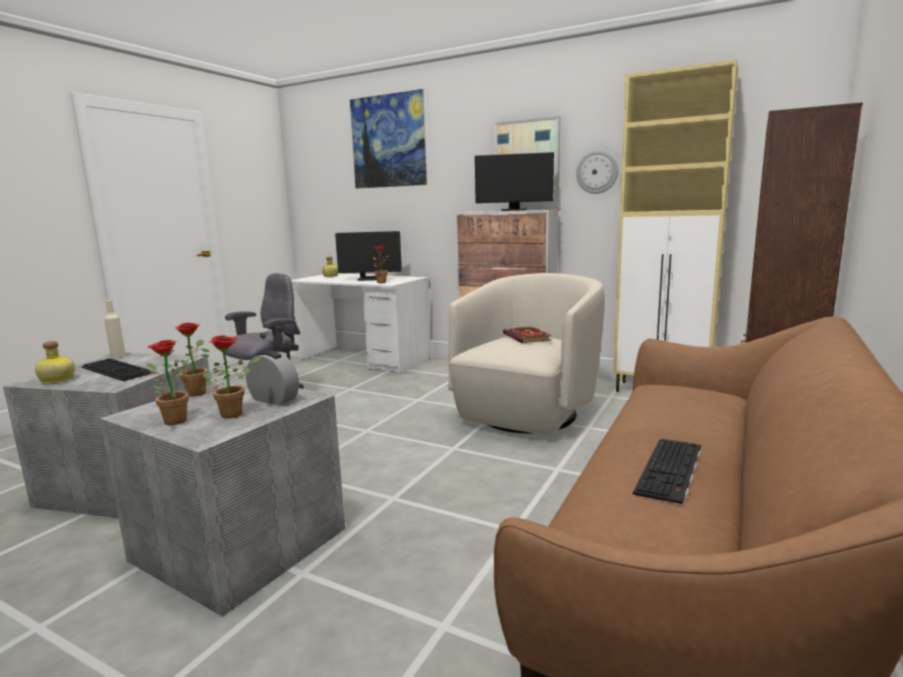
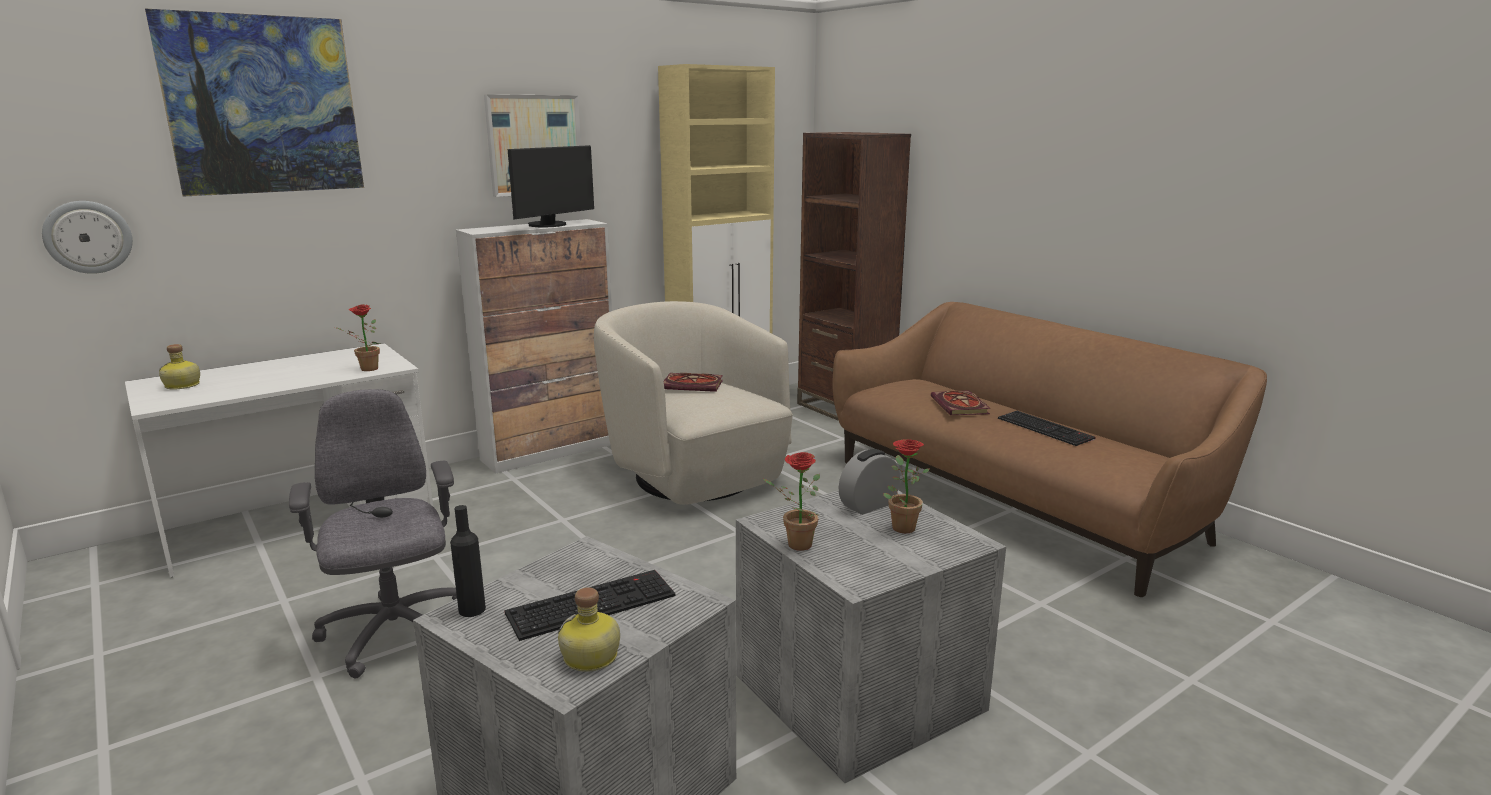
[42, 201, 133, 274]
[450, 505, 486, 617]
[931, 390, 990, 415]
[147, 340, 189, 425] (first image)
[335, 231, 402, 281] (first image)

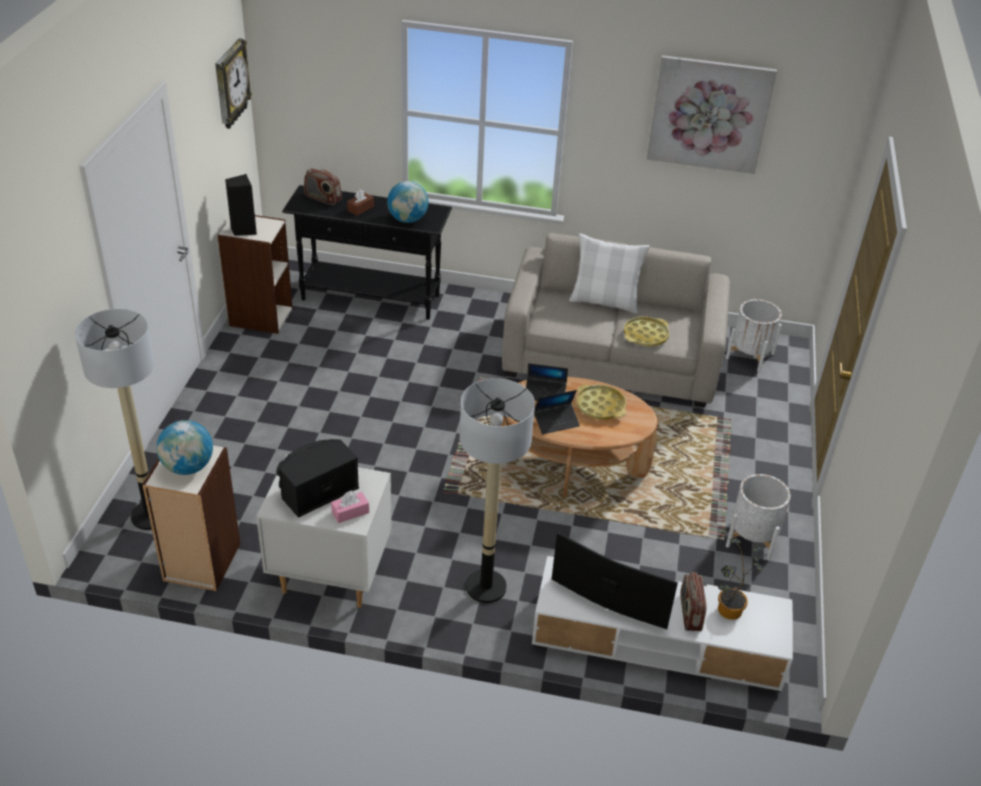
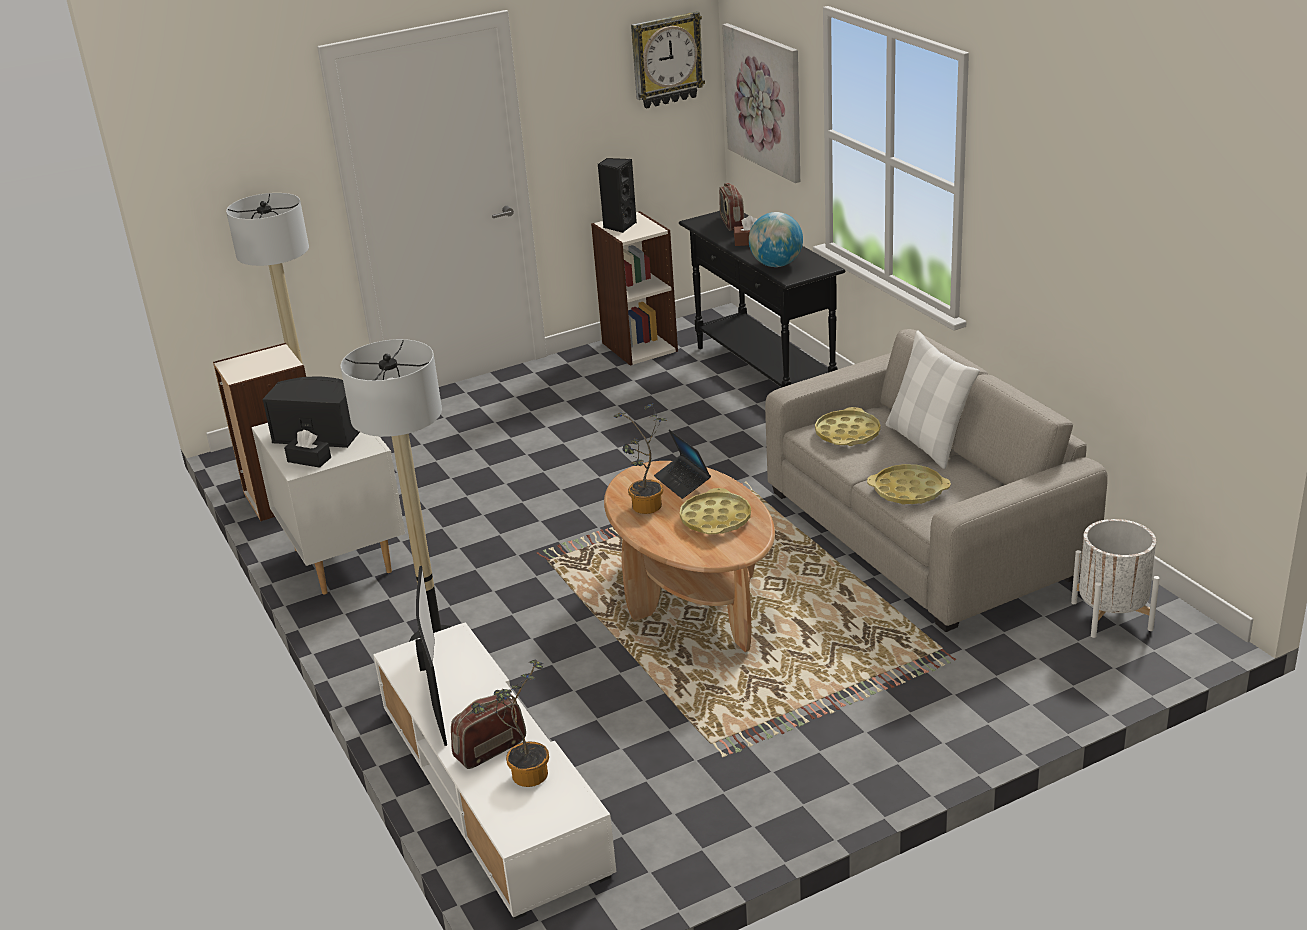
[284, 430, 331, 468]
[614, 403, 667, 514]
[722, 23, 800, 183]
[815, 407, 881, 446]
[157, 420, 213, 475] (first image)
[726, 474, 791, 560] (first image)

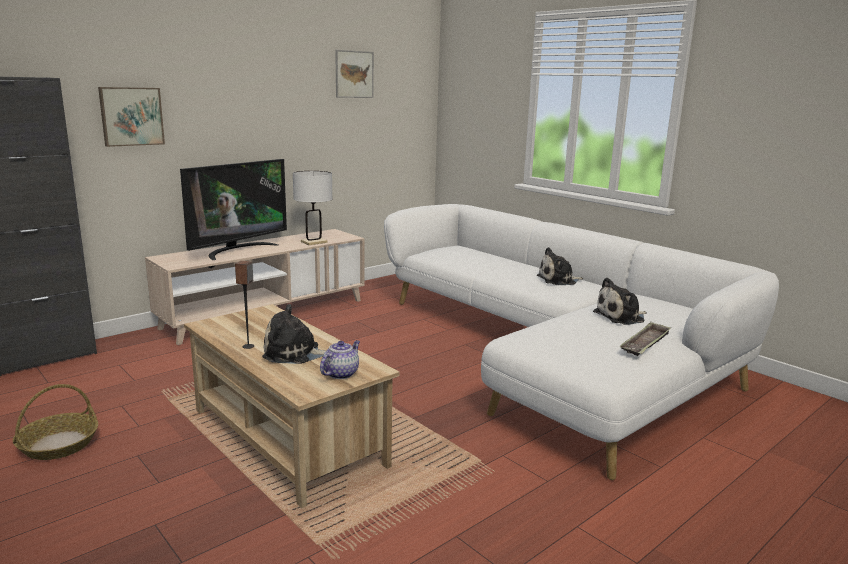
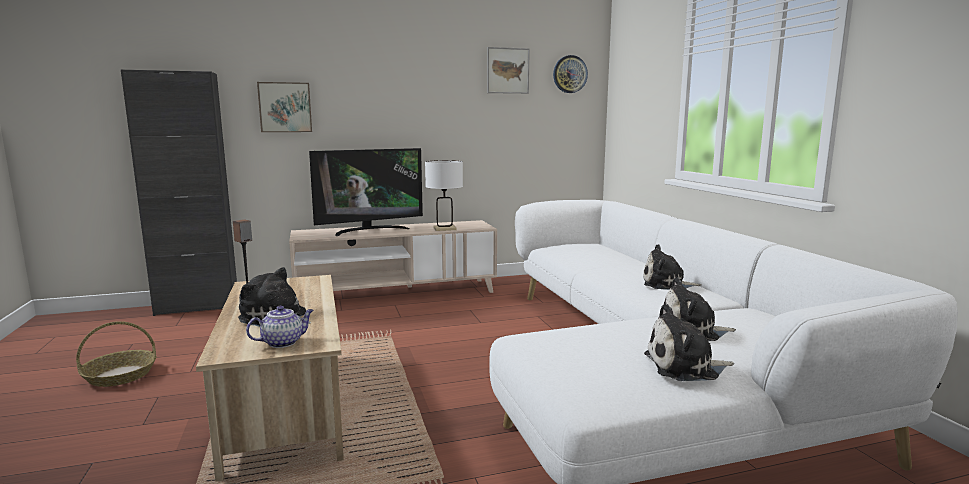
[553, 55, 588, 93]
[644, 304, 734, 381]

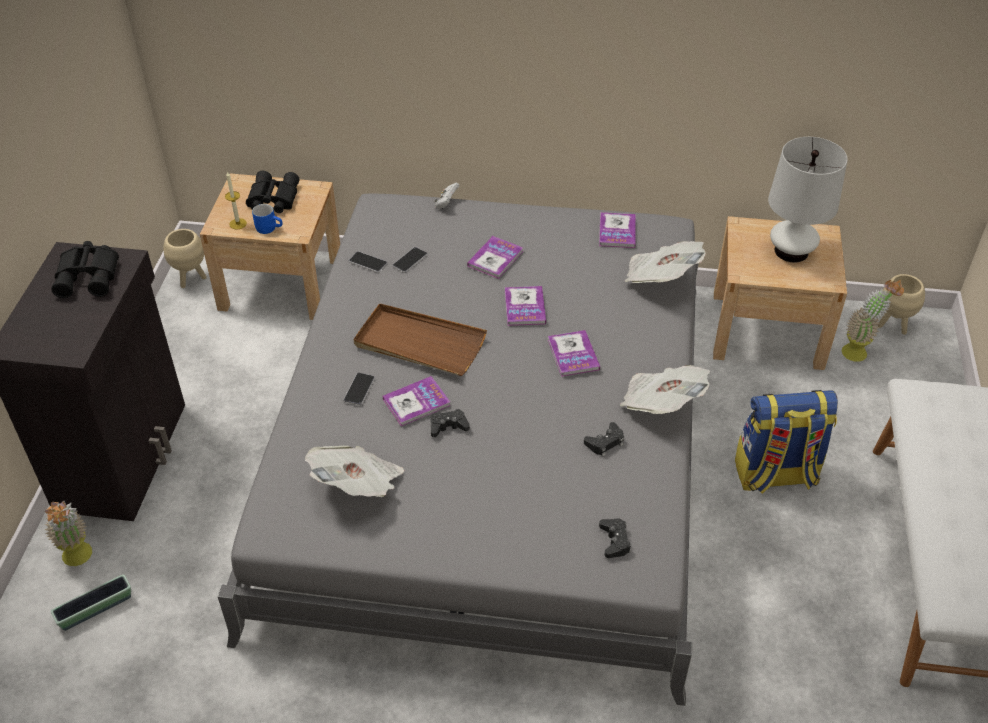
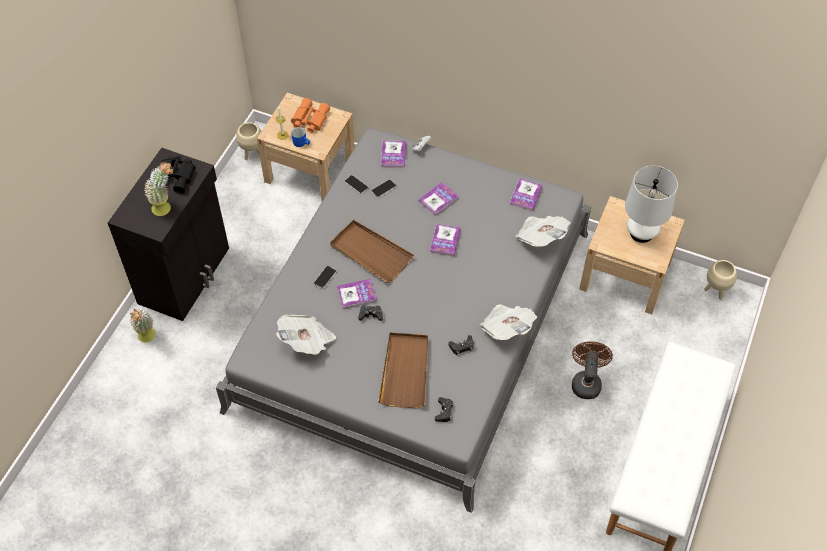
[144, 162, 173, 216]
[291, 98, 330, 133]
[378, 333, 428, 408]
[381, 140, 406, 167]
[572, 341, 613, 399]
[51, 574, 131, 631] (first image)

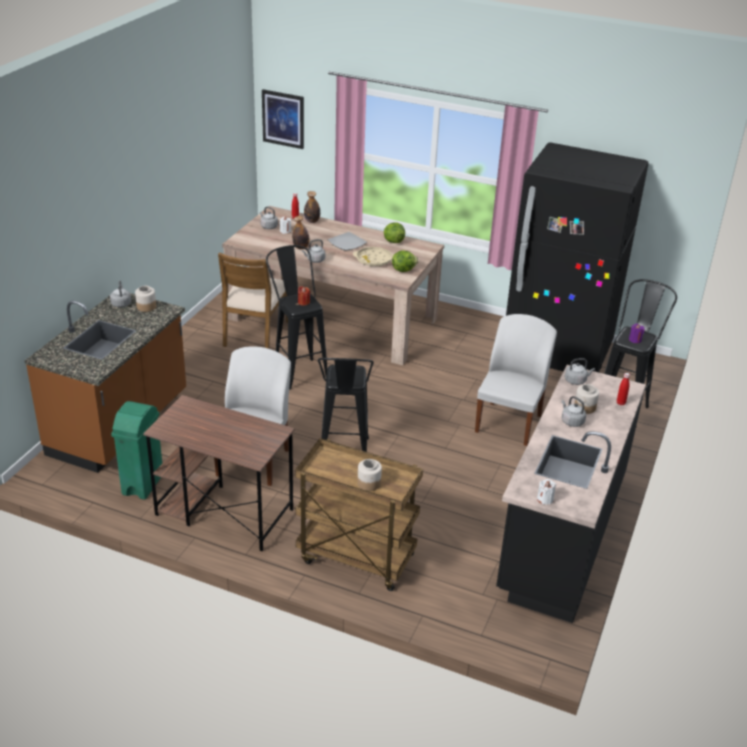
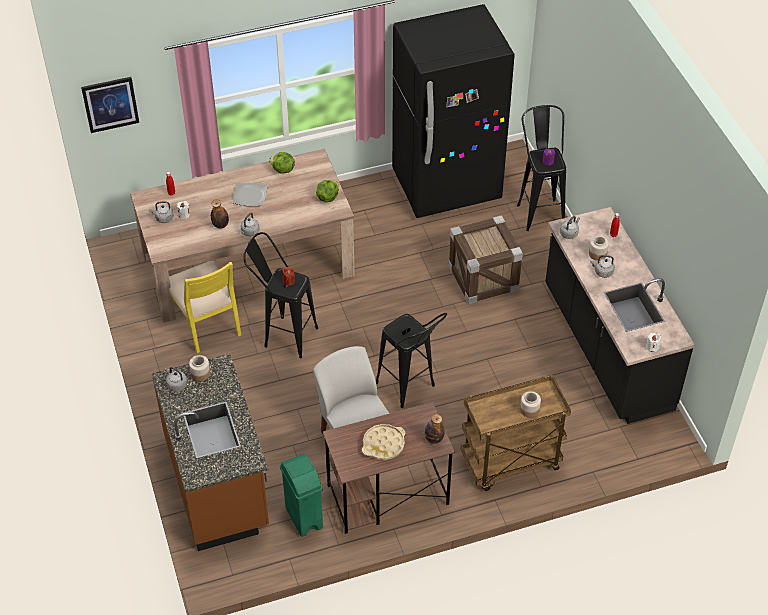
[169, 261, 241, 353]
[362, 424, 405, 460]
[425, 414, 445, 444]
[448, 215, 523, 304]

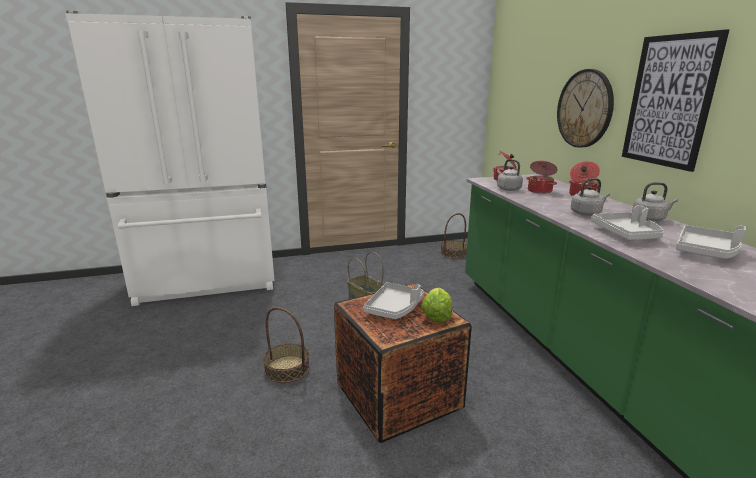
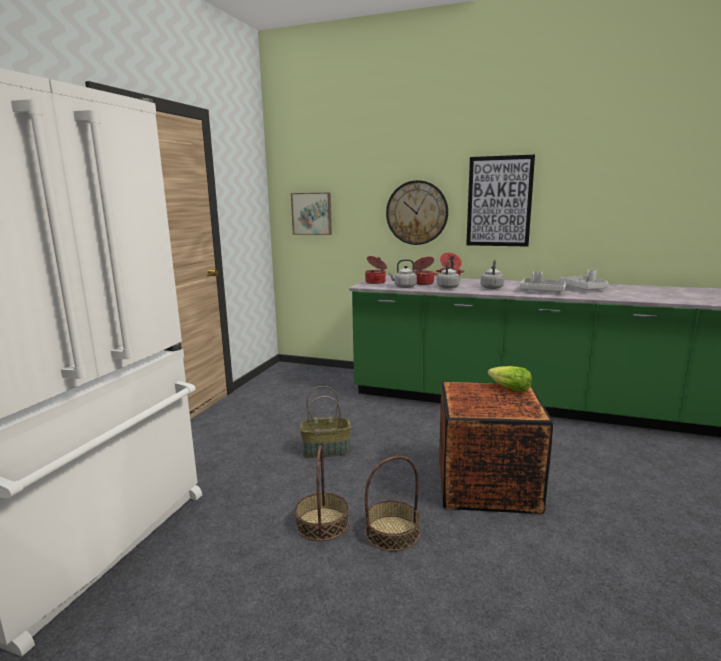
[291, 193, 332, 235]
[295, 446, 349, 541]
[437, 260, 460, 289]
[363, 282, 424, 319] (first image)

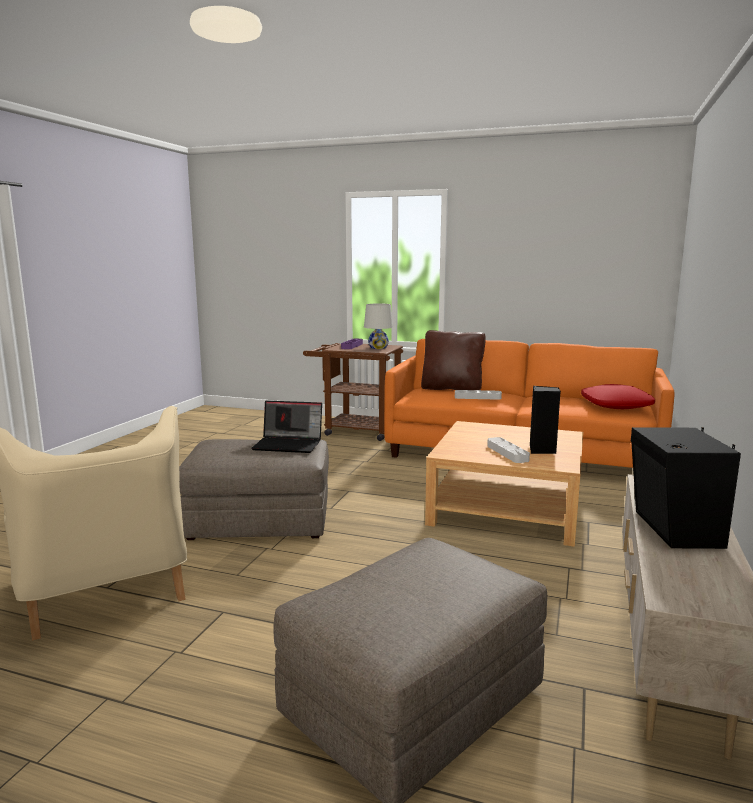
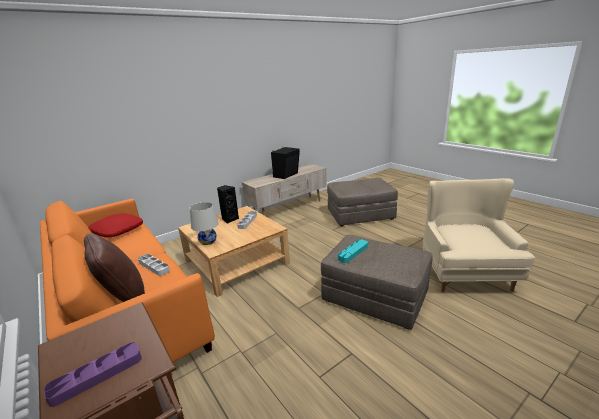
[190, 202, 219, 245]
[338, 239, 368, 263]

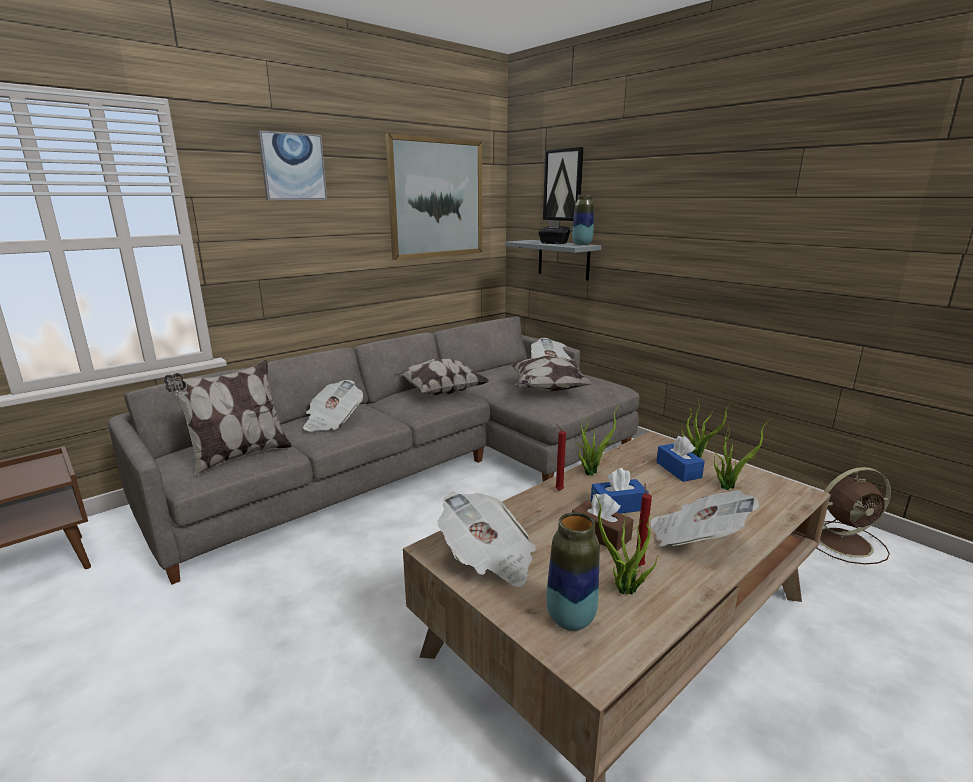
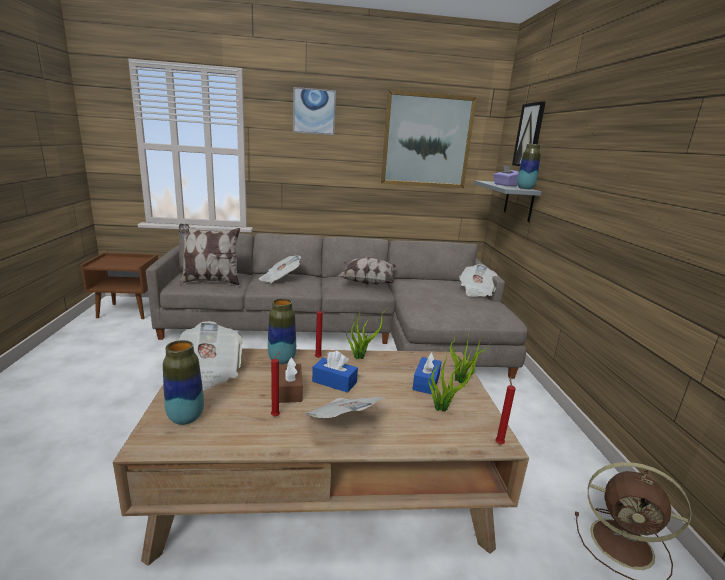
[268, 299, 296, 364]
[493, 165, 518, 186]
[495, 376, 516, 444]
[510, 354, 593, 391] (first image)
[592, 489, 657, 594] (first image)

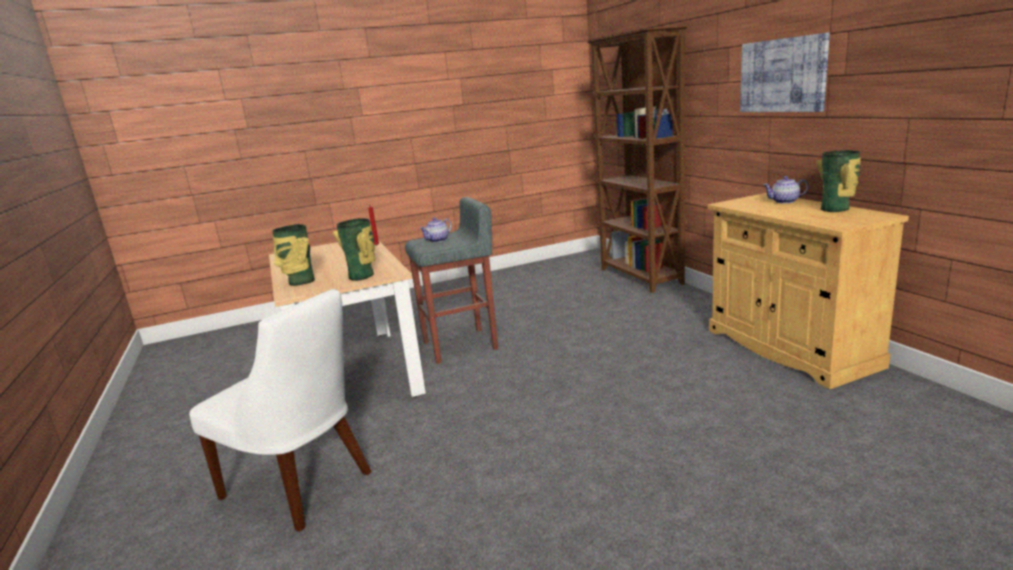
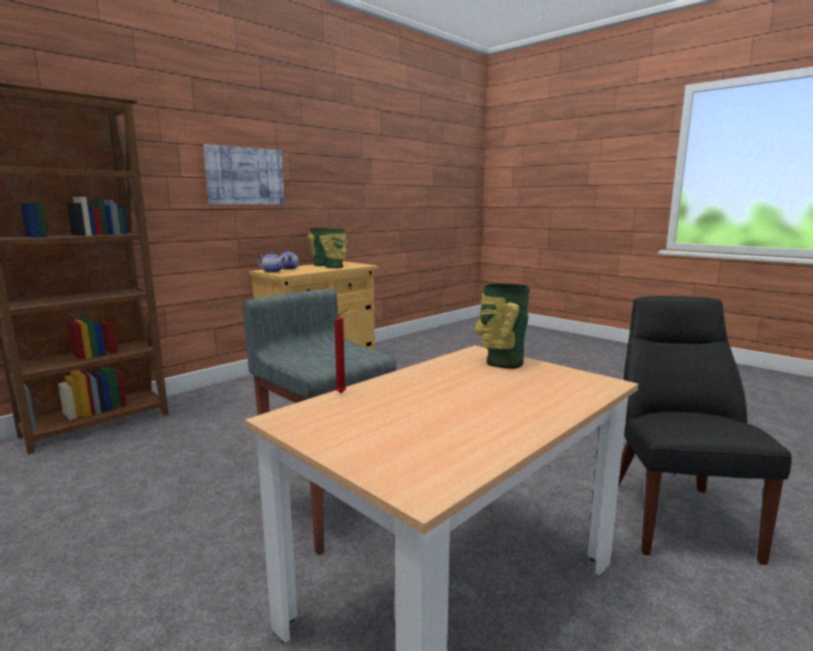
[257, 252, 286, 273]
[319, 229, 347, 268]
[618, 296, 792, 565]

